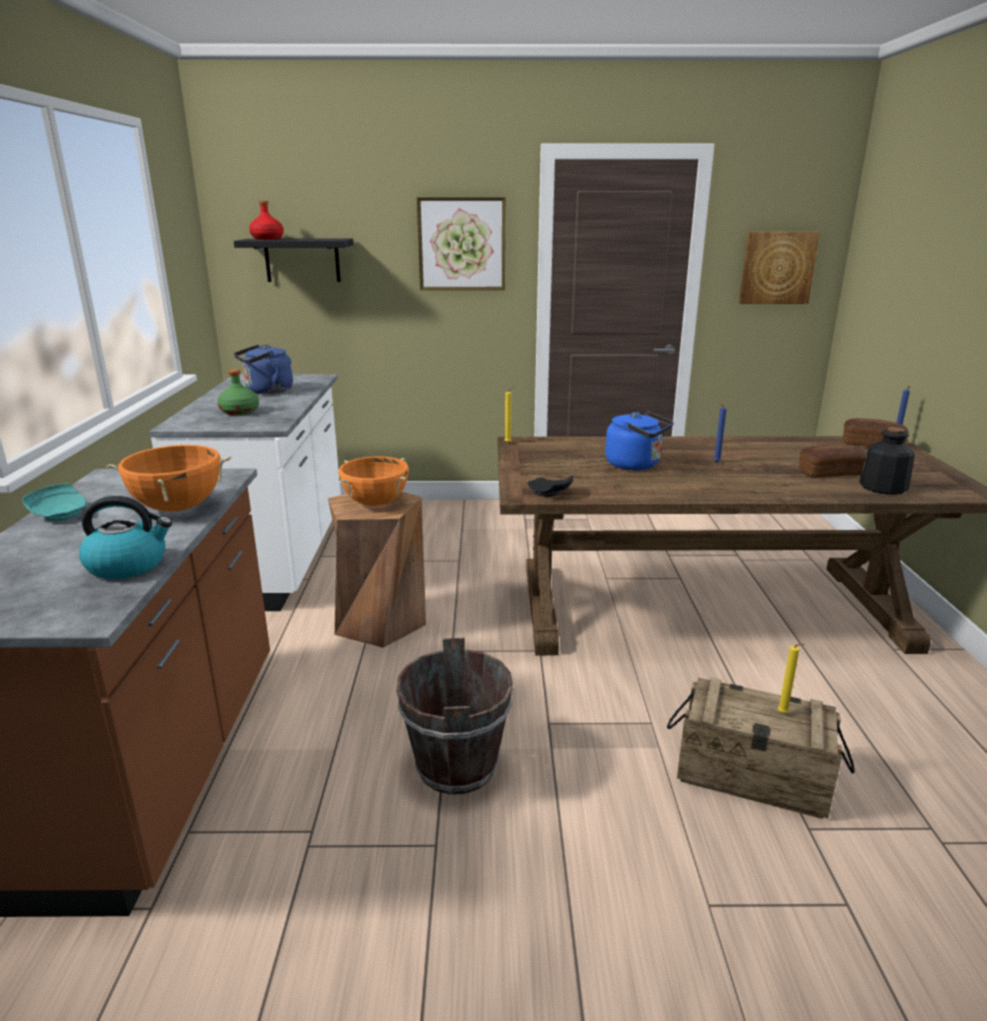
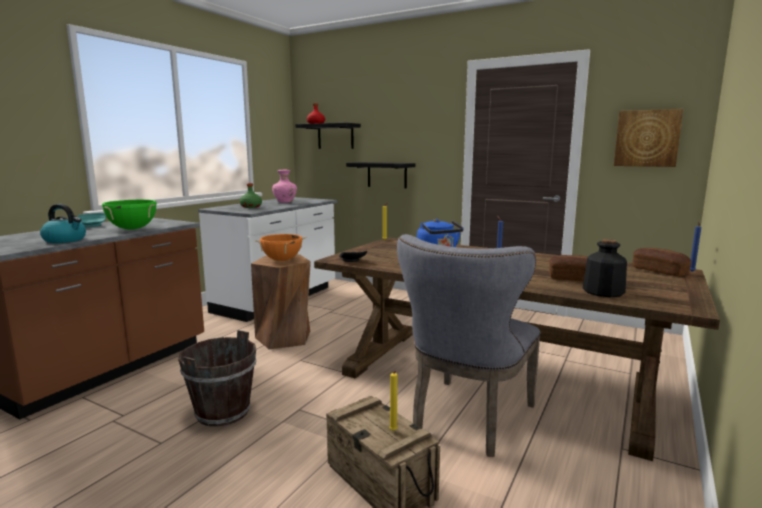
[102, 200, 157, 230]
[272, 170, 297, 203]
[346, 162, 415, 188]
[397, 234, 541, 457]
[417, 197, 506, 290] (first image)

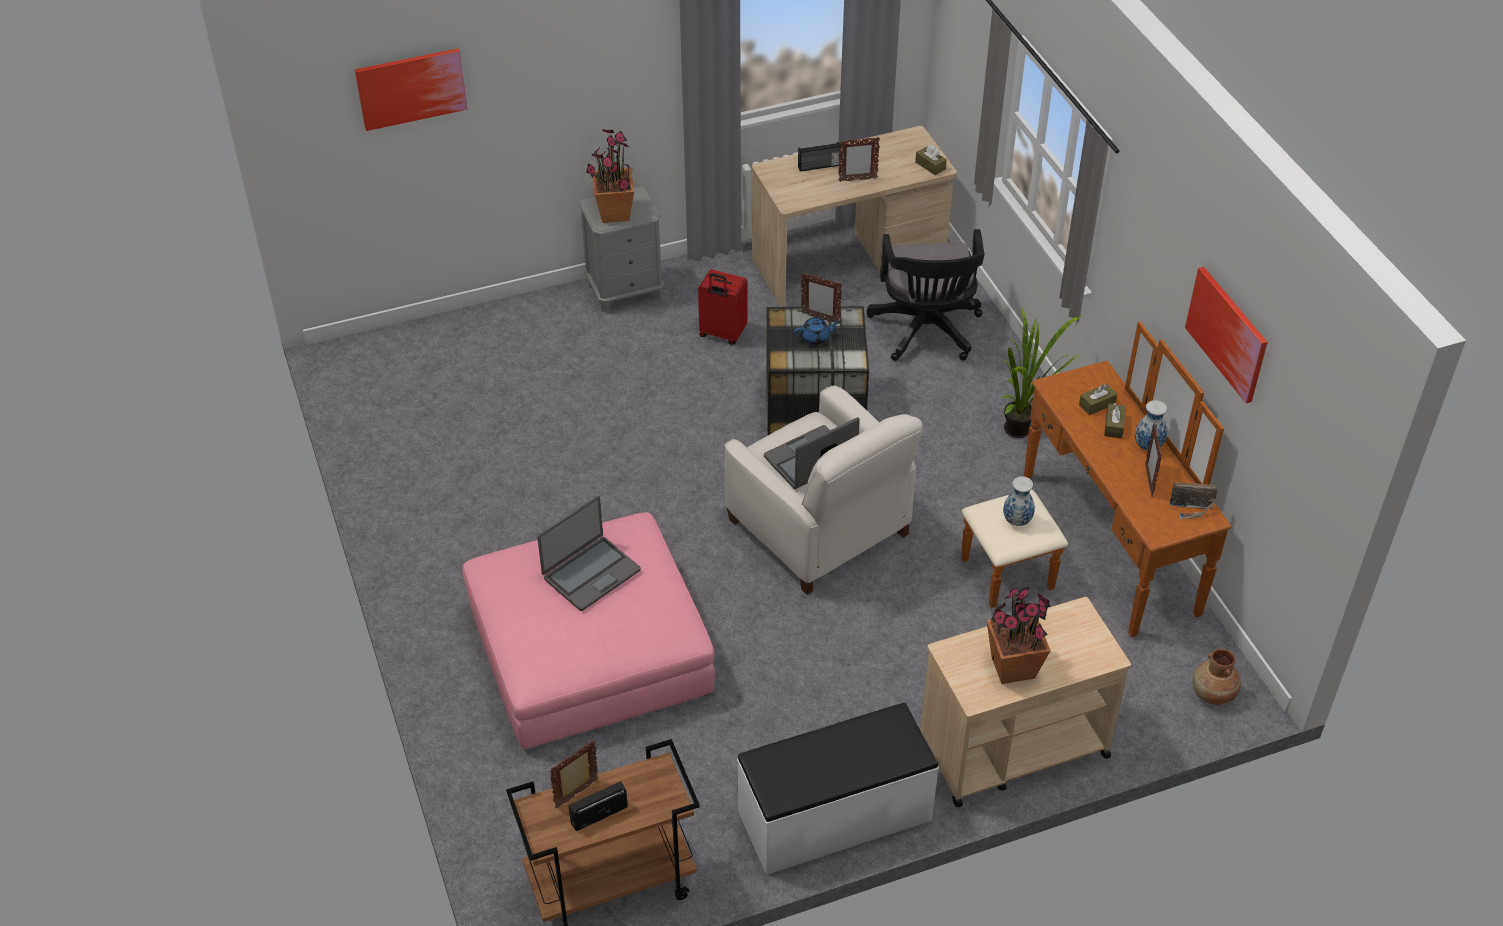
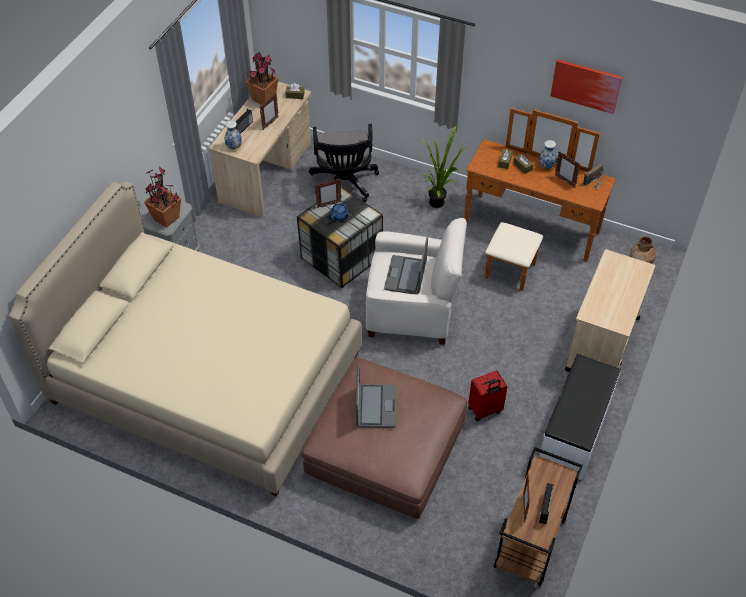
[9, 181, 361, 497]
[225, 120, 242, 149]
[245, 53, 279, 105]
[302, 358, 468, 518]
[309, 124, 379, 202]
[468, 370, 507, 421]
[355, 48, 467, 131] (first image)

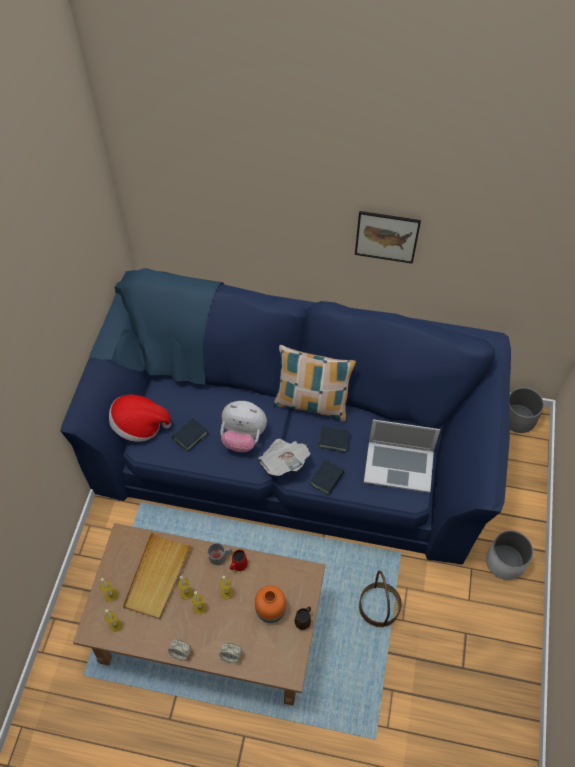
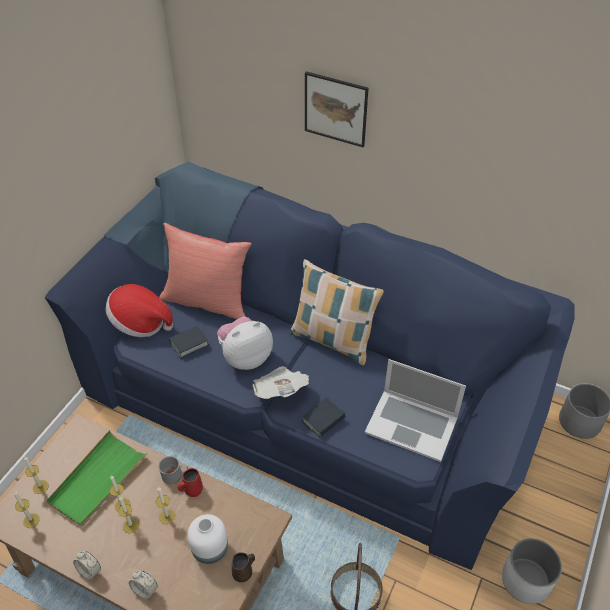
[47, 430, 147, 527]
[159, 223, 252, 319]
[188, 514, 228, 564]
[217, 316, 273, 370]
[305, 71, 368, 147]
[318, 426, 350, 452] (first image)

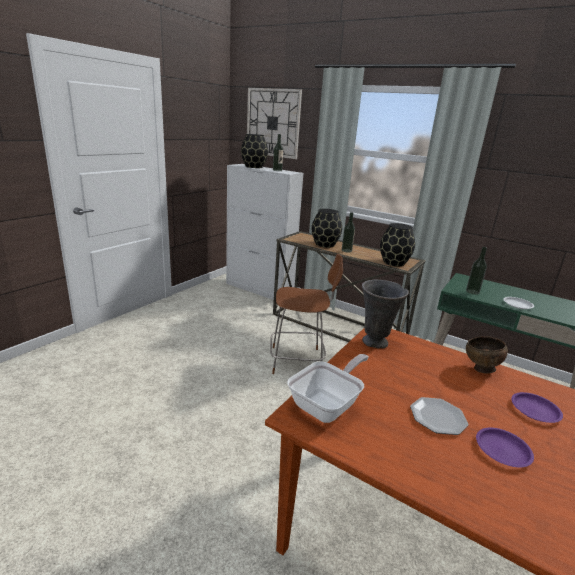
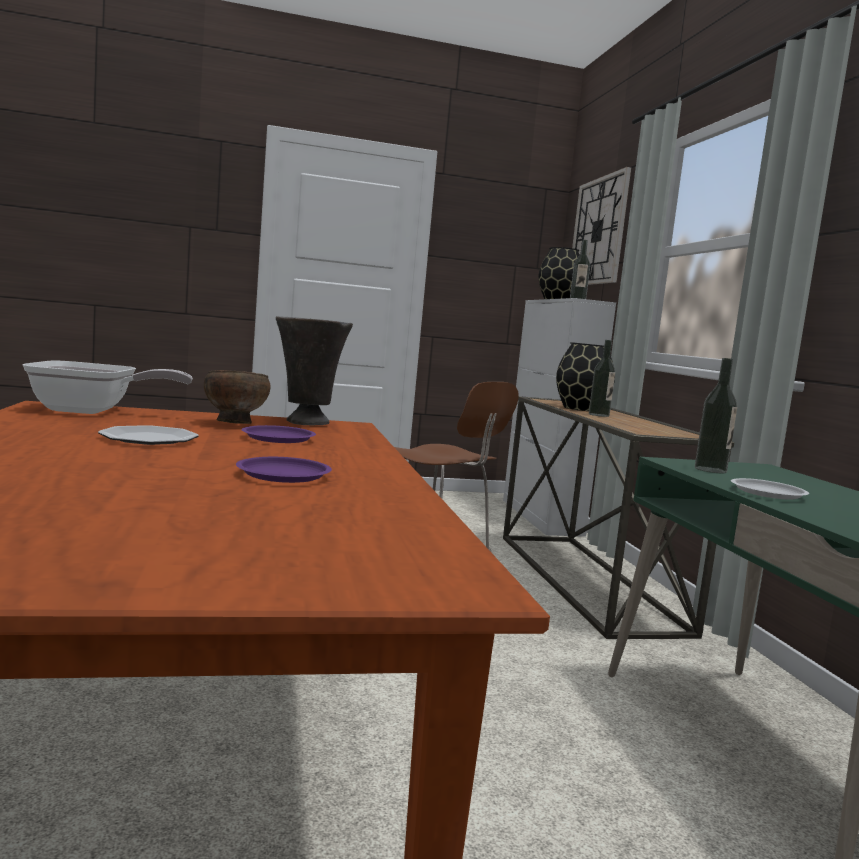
[204, 370, 271, 424]
[241, 425, 316, 443]
[380, 223, 415, 267] (first image)

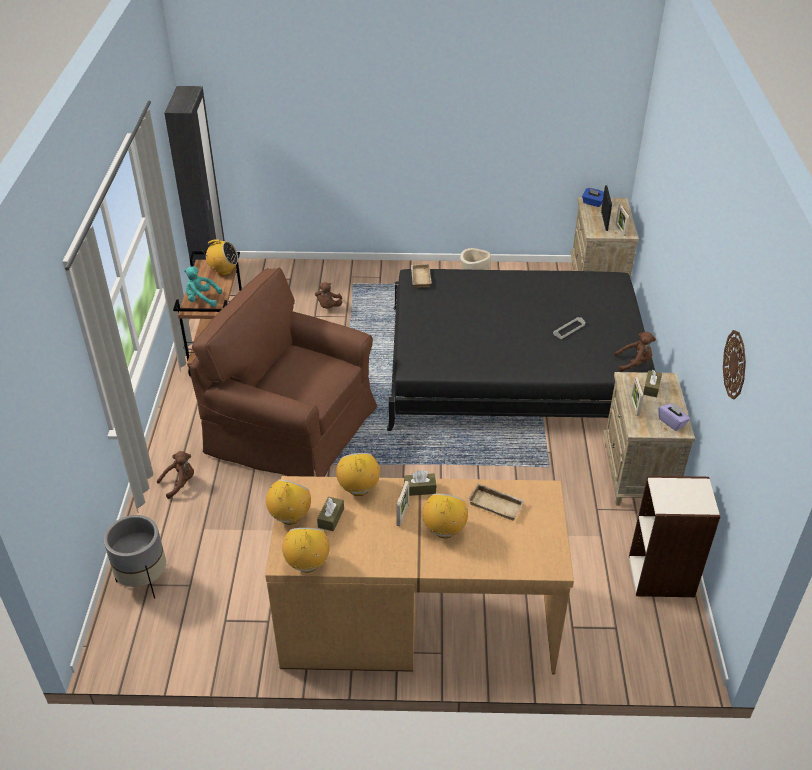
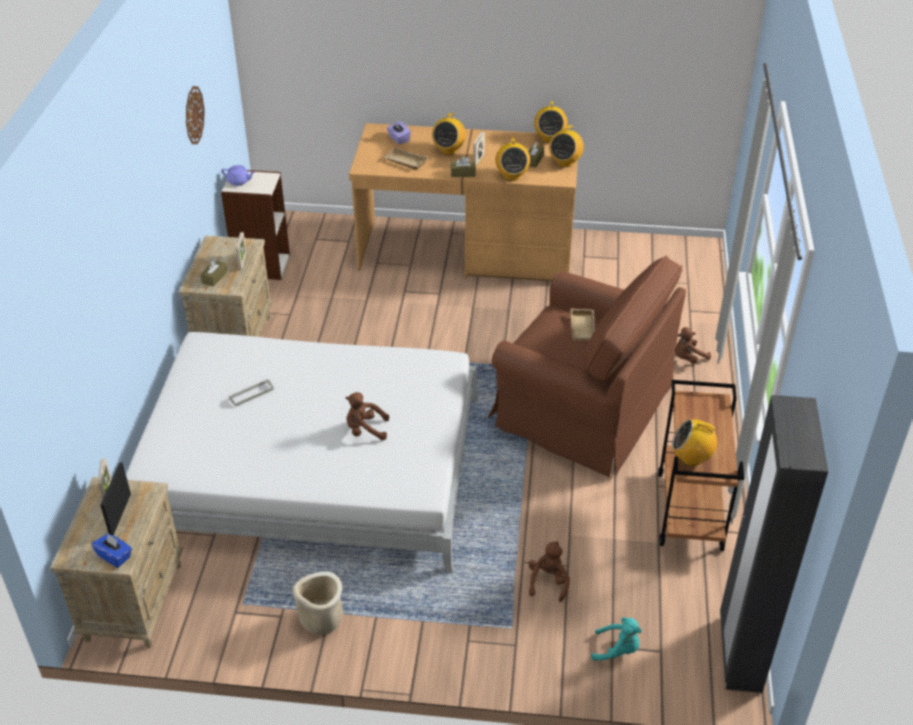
[126, 332, 478, 573]
[221, 165, 255, 186]
[346, 392, 389, 440]
[387, 121, 411, 145]
[571, 308, 595, 341]
[591, 617, 642, 661]
[104, 515, 166, 599] (first image)

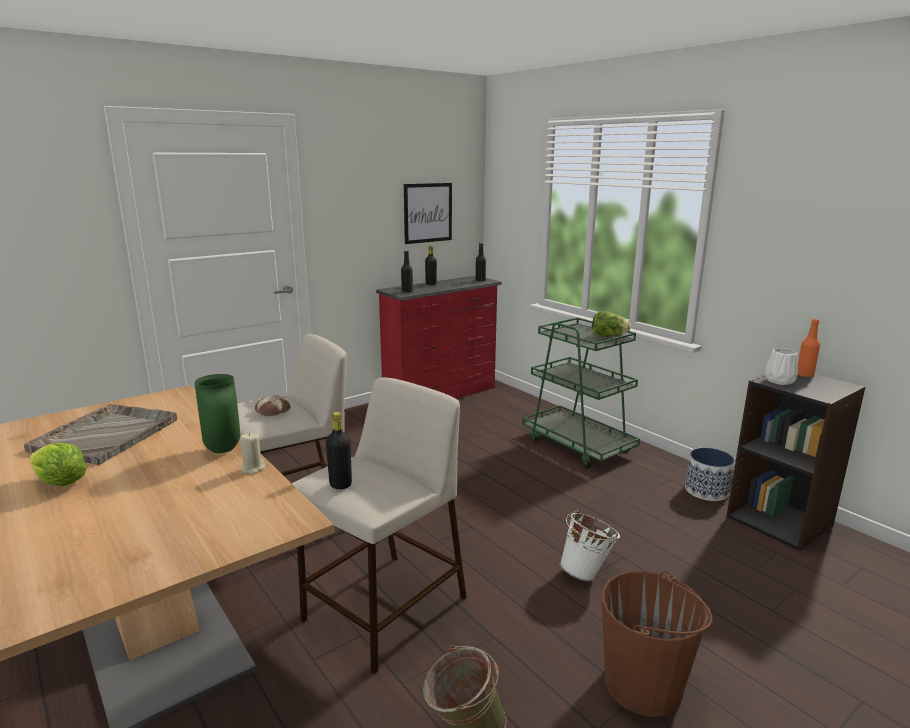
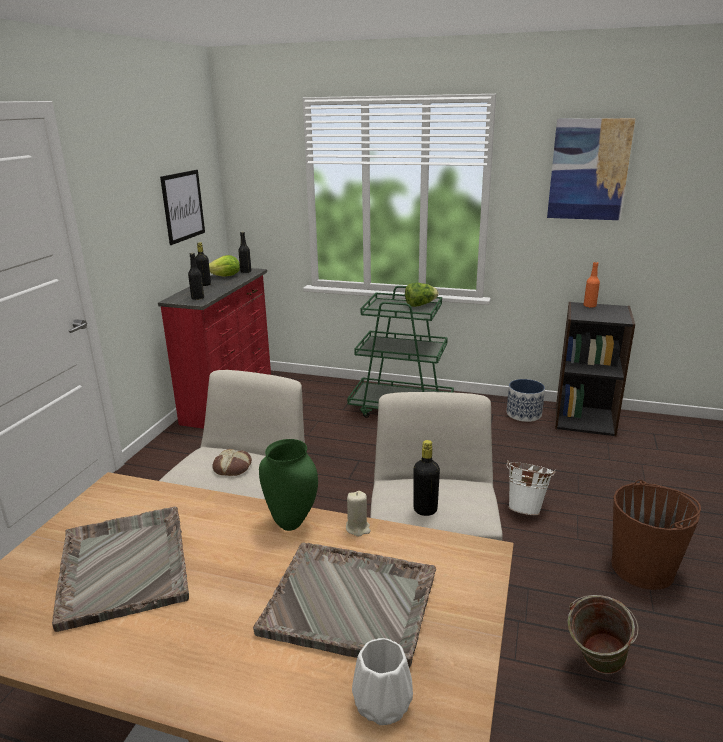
[209, 255, 240, 277]
[253, 542, 436, 668]
[352, 638, 413, 725]
[547, 118, 636, 220]

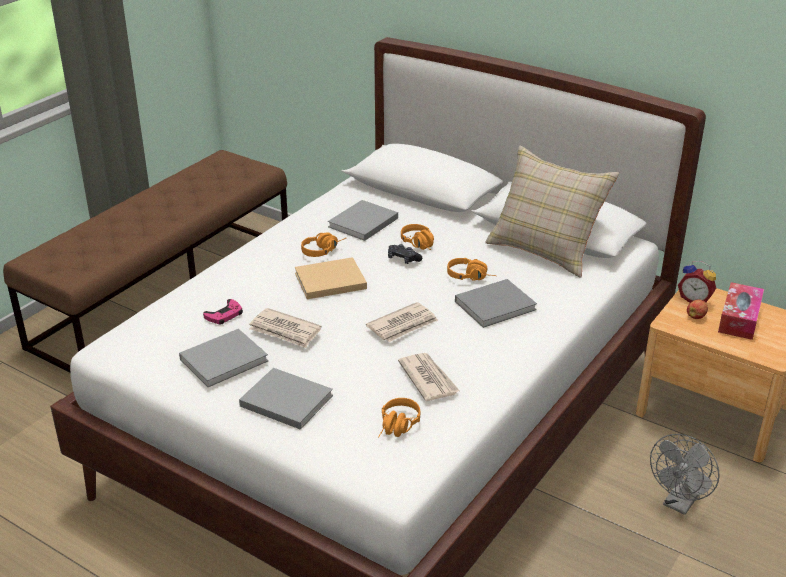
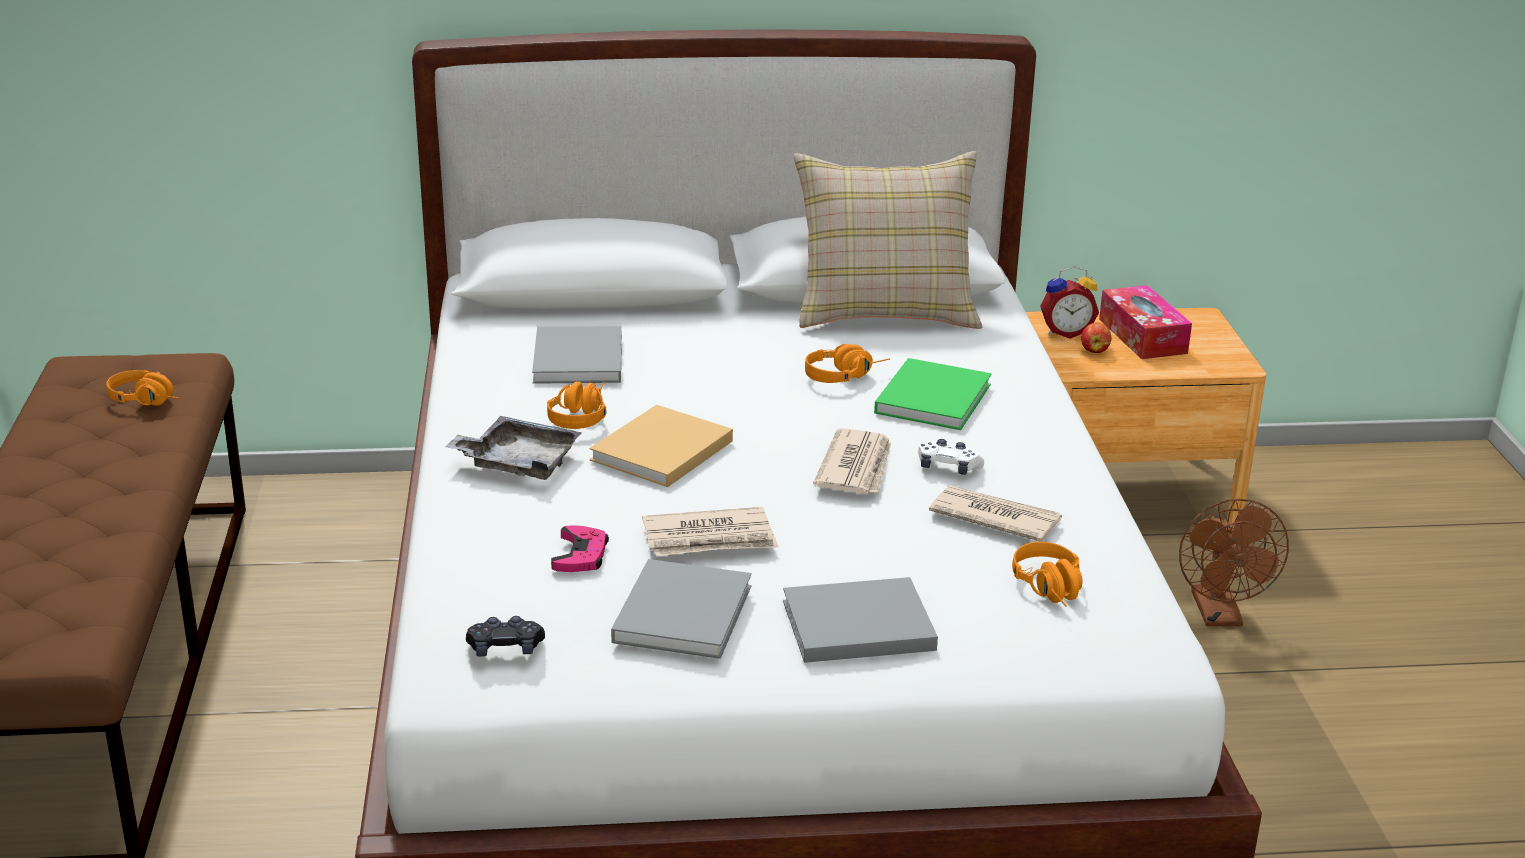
[106, 370, 179, 406]
[445, 416, 582, 480]
[466, 616, 545, 657]
[874, 358, 992, 430]
[918, 439, 984, 475]
[1179, 499, 1289, 626]

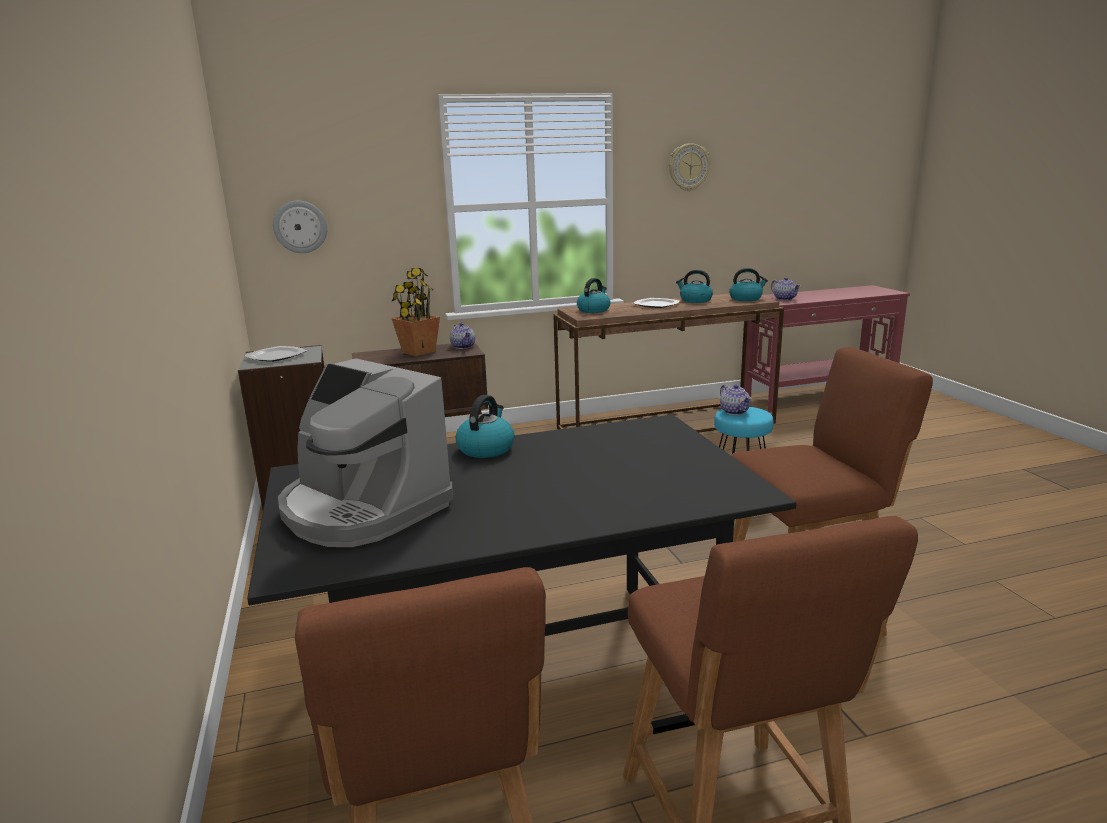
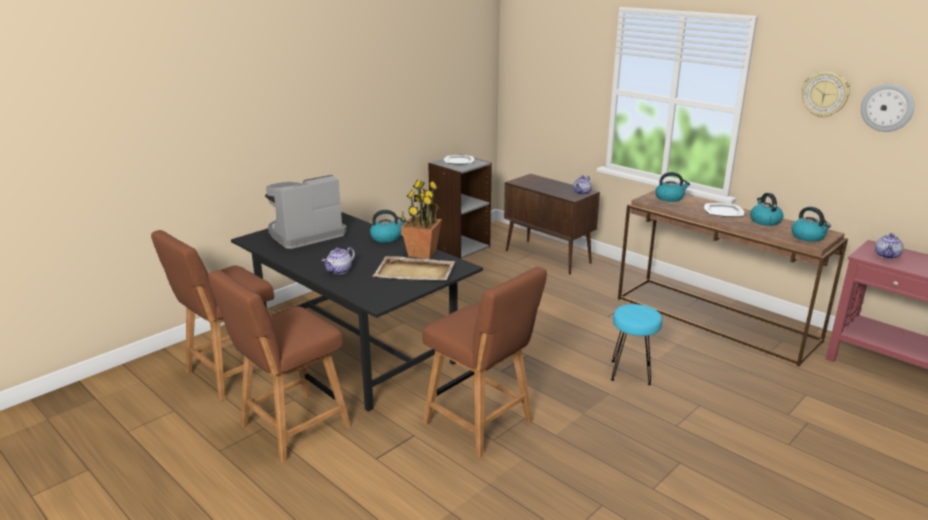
[265, 175, 347, 249]
[322, 247, 355, 274]
[373, 256, 455, 280]
[401, 180, 442, 259]
[861, 84, 914, 132]

